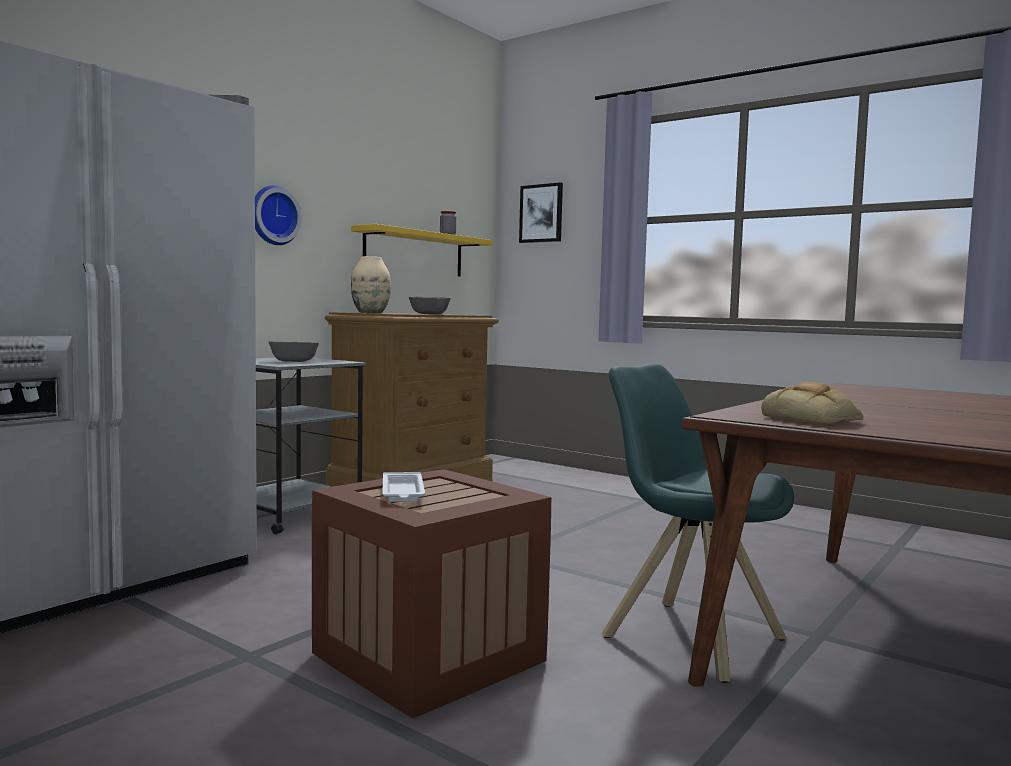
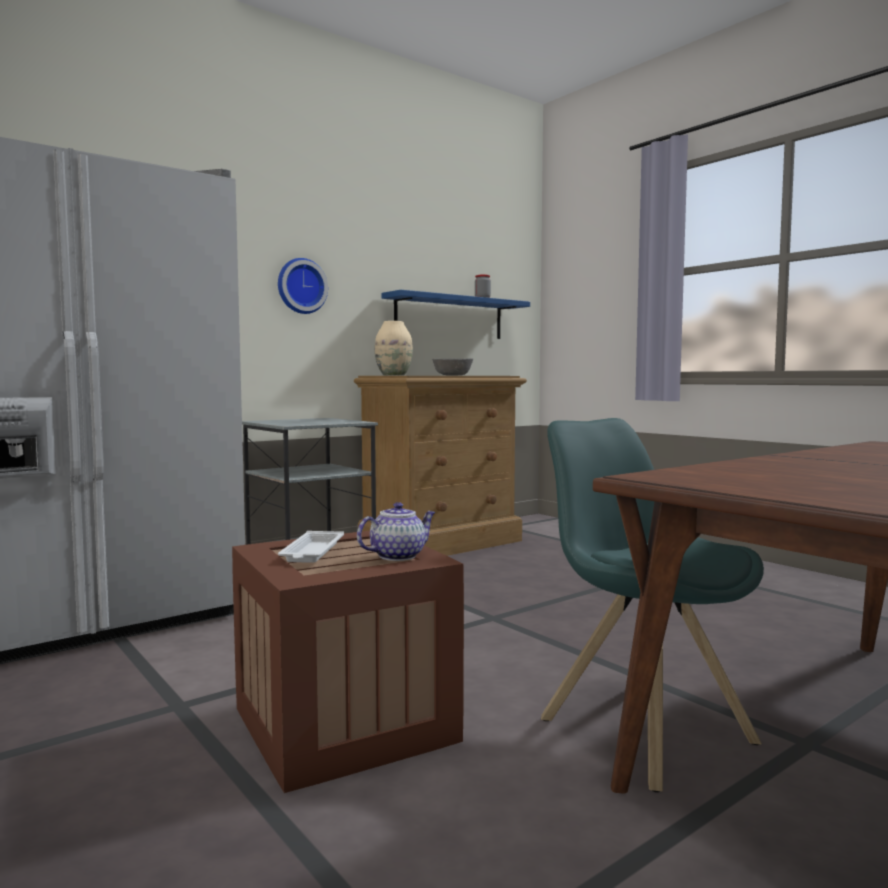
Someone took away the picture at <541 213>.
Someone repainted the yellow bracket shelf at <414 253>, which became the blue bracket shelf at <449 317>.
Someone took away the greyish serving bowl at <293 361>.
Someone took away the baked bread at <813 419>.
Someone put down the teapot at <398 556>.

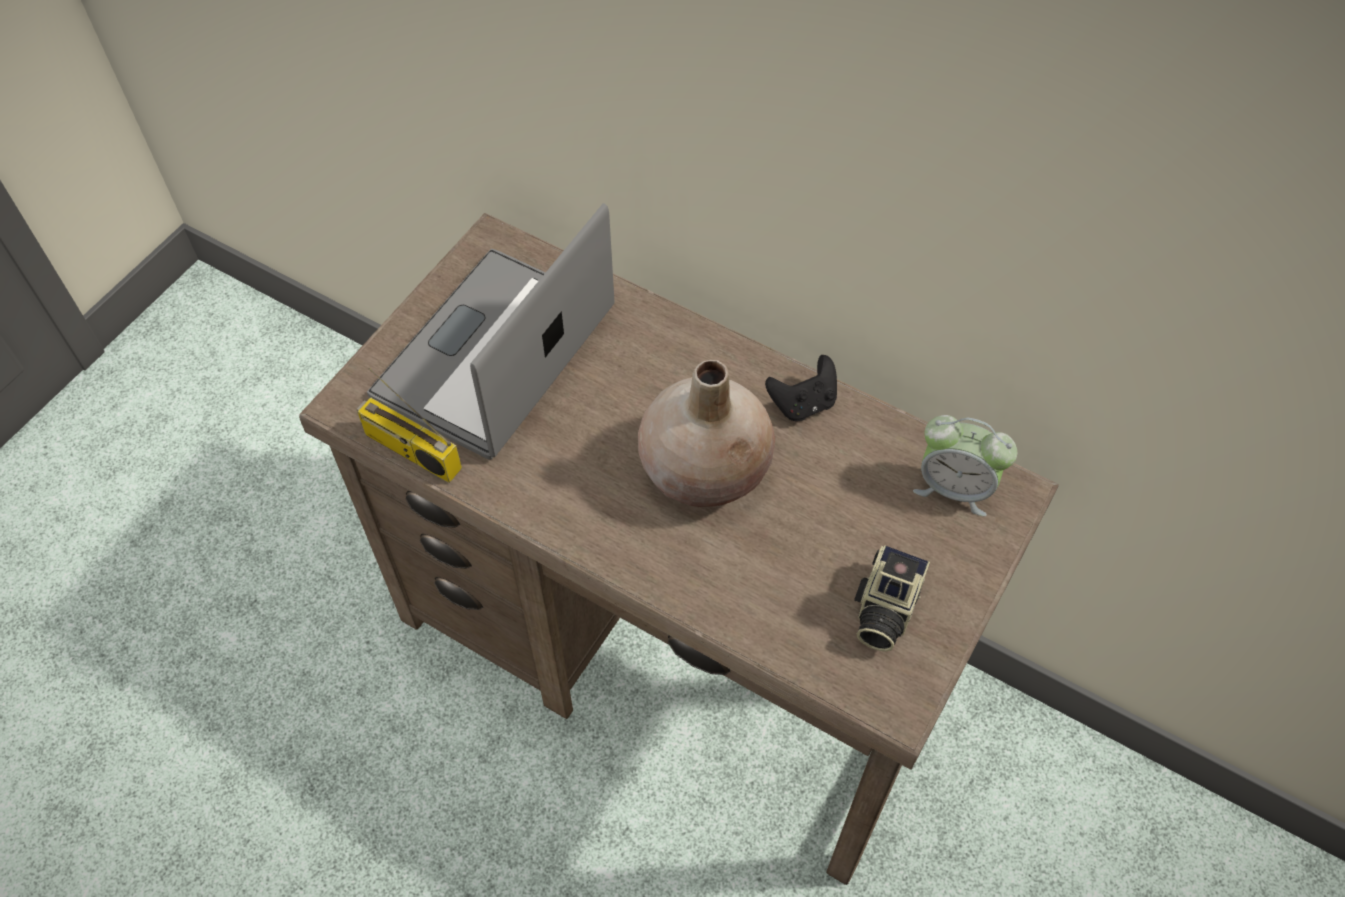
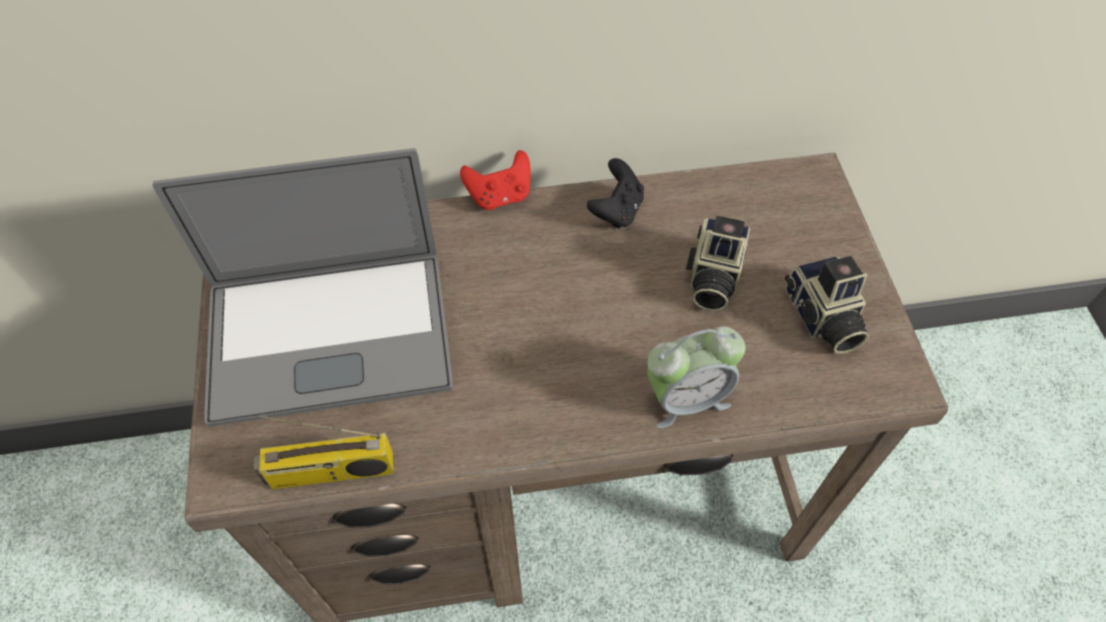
Someone rotated the notebook computer at <495 353> by 90 degrees counterclockwise.
Someone took away the sand-coloured vase at <705 468>.
Someone carried the bedside clock from <954 487> to <686 398>.
Someone put down the red-coloured joypad at <500 196>.
Someone put down the photo camera at <712 277>.

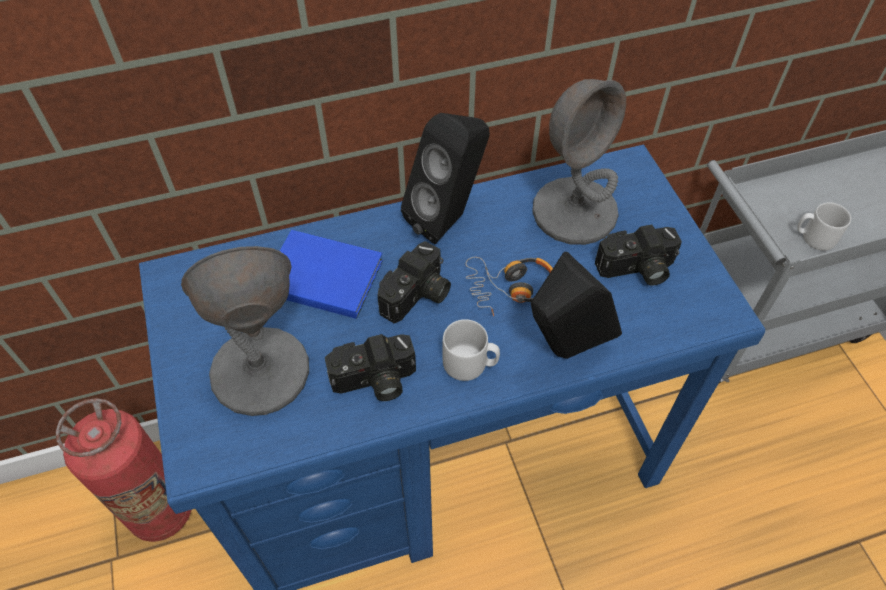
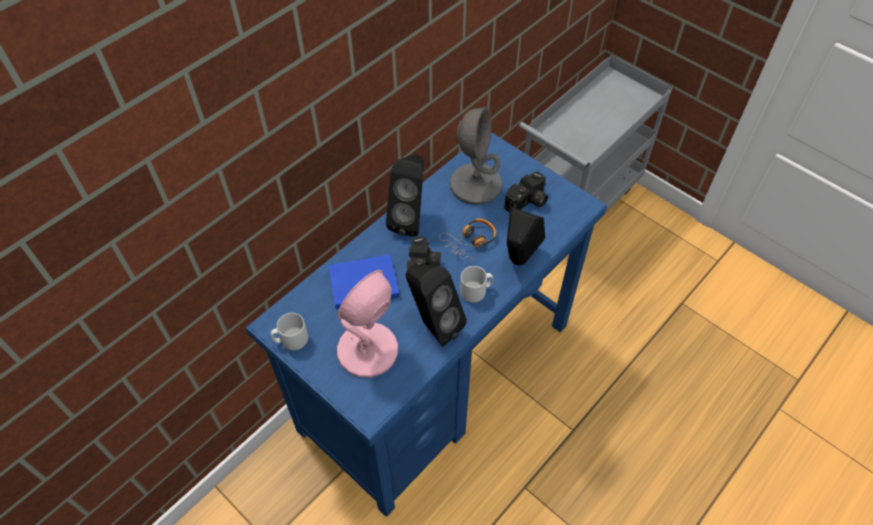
Someone carried the greyish mug from <814 237> to <291 340>.
Someone repainted the greyish lamp for a table at <259 372>, which became the pink lamp for a table at <367 350>.
Someone swapped the photo camera at <374 382> for the black audio speaker at <433 324>.
Someone took away the extinguisher at <161 512>.

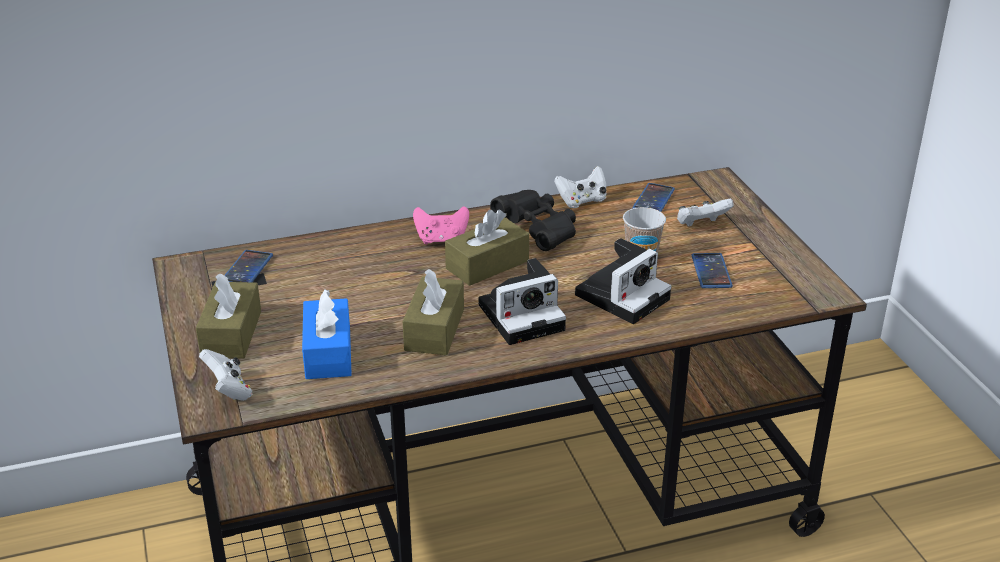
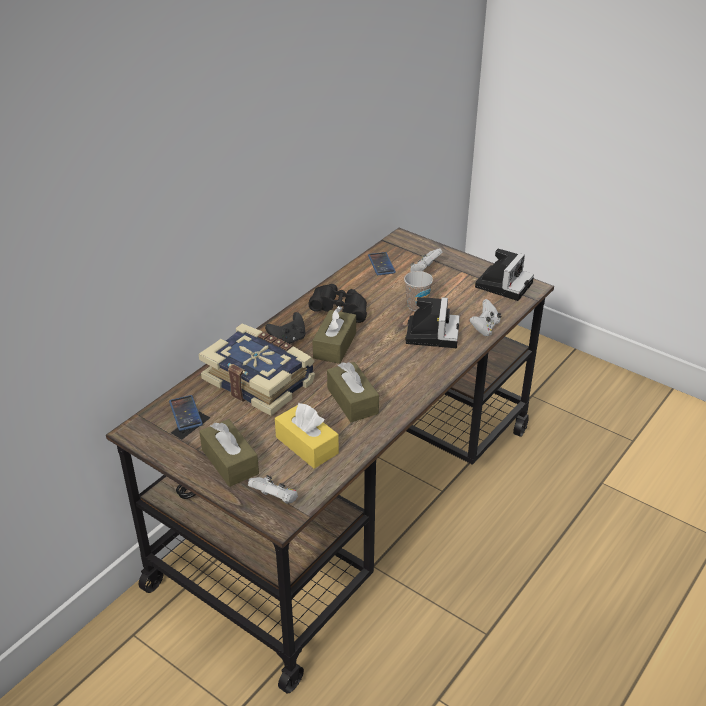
Someone carried the white joypad from <582 201> to <485 328>.
Someone repainted the pink joypad at <441 240>, which became the black joypad at <288 340>.
Someone took away the telephone at <711 271>.
Someone carried the photo camera from <524 316> to <503 284>.
Someone repainted the blue tissue holder at <328 353>, which became the yellow tissue holder at <307 445>.
Someone put down the volume at <260 380>.

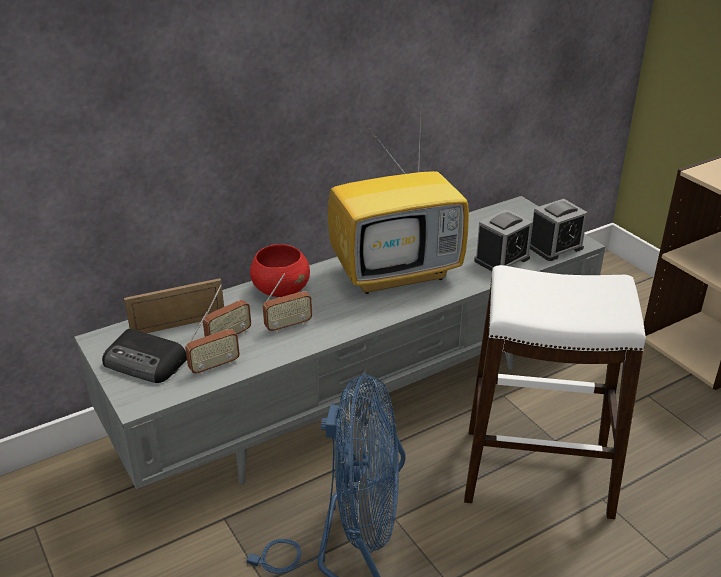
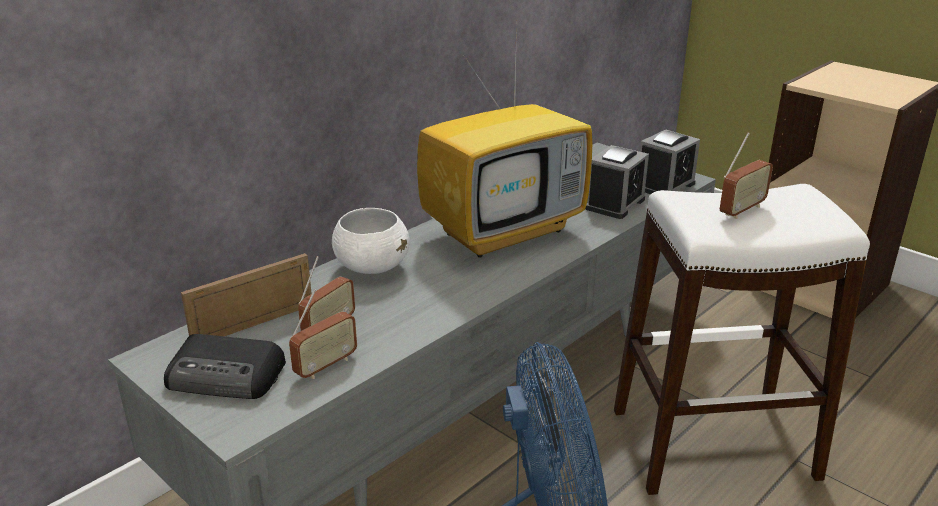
Someone repainted the red-coloured serving bowl at <281 290>, which became the white serving bowl at <372 267>.
Someone carried the radio receiver from <288 325> to <741 210>.

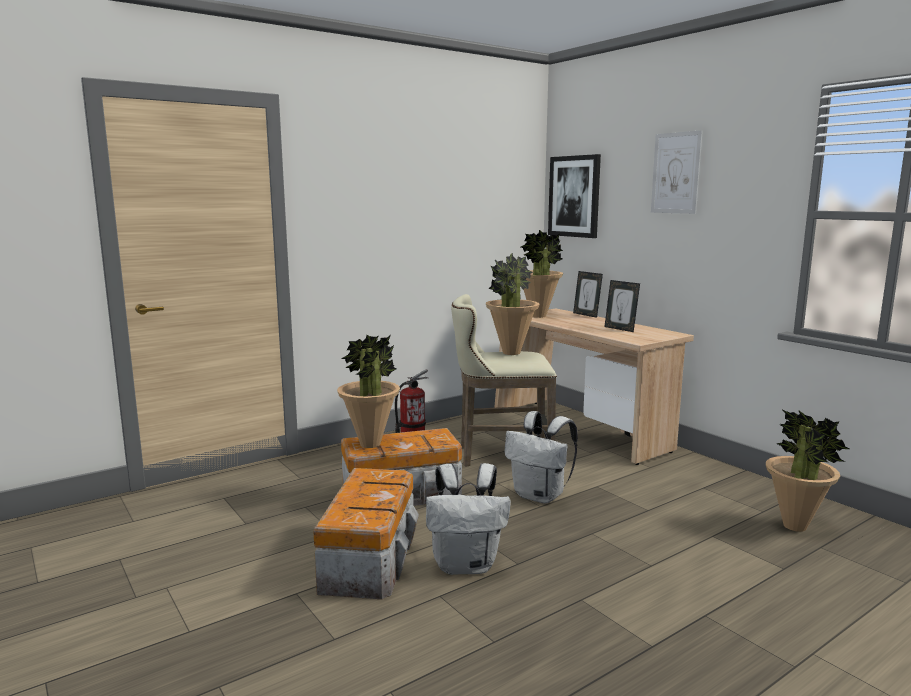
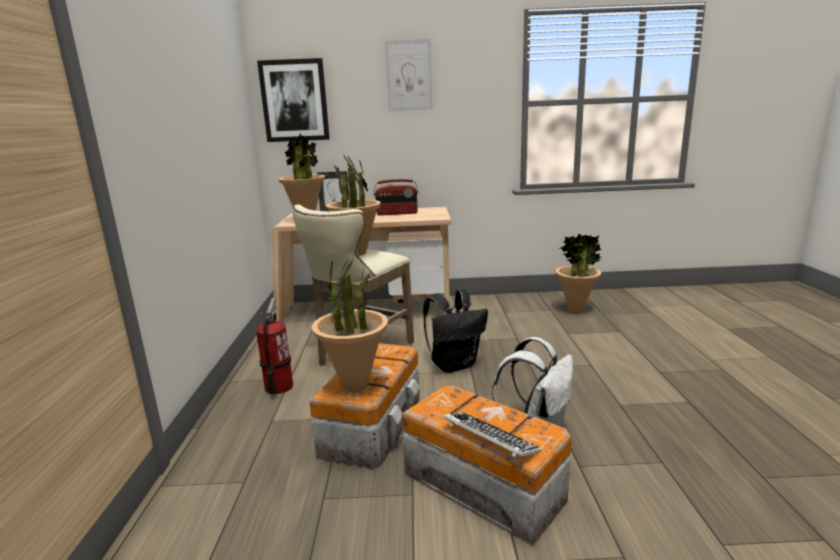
Someone swapped the photo frame at <620 329> for the radio receiver at <397 213>.
Someone repainted the white knapsack at <540 496>, which became the black knapsack at <454 364>.
Someone put down the computer keyboard at <489 439>.

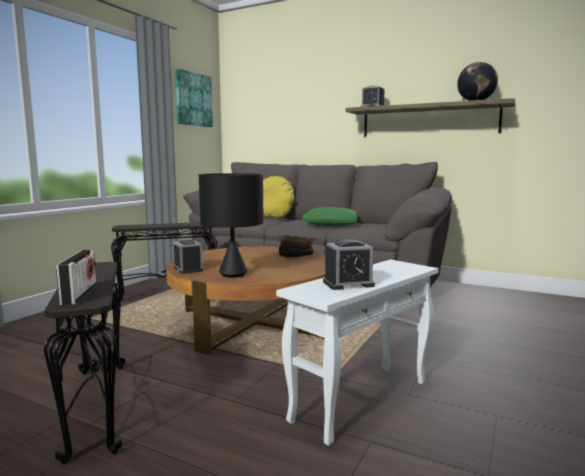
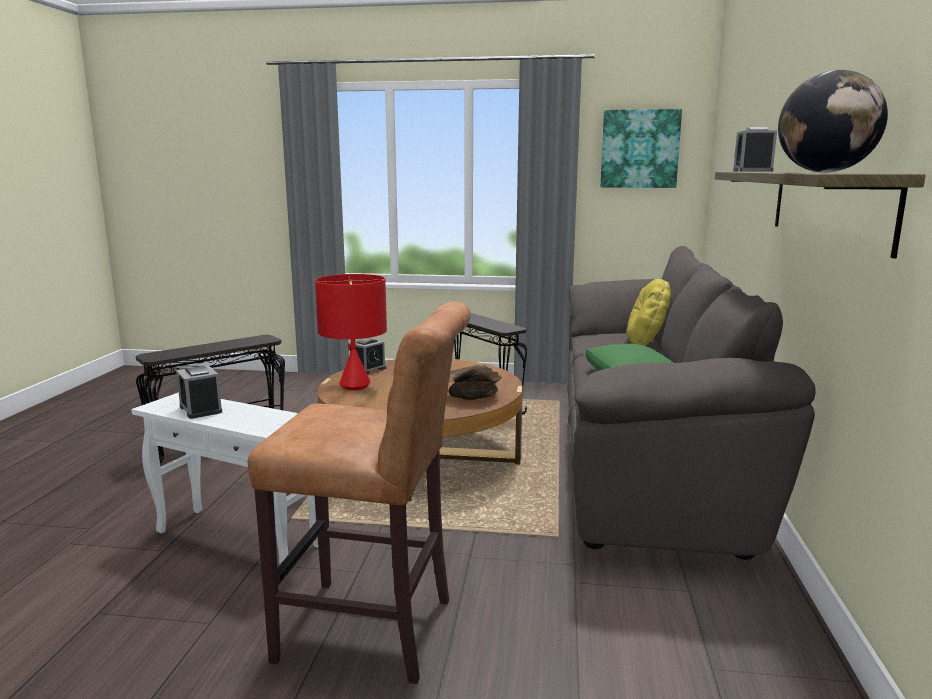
Someone repainted the black lamp for a table at <233 274>, which became the red-coloured lamp for a table at <355 386>.
Someone took away the radio receiver at <79 294>.
Someone put down the brownish stool at <375 632>.

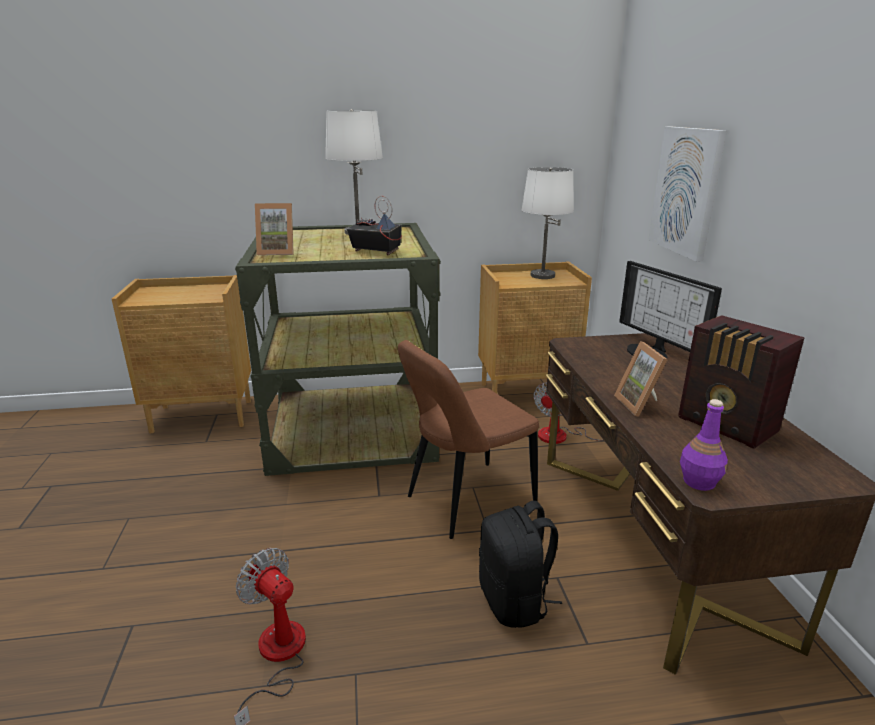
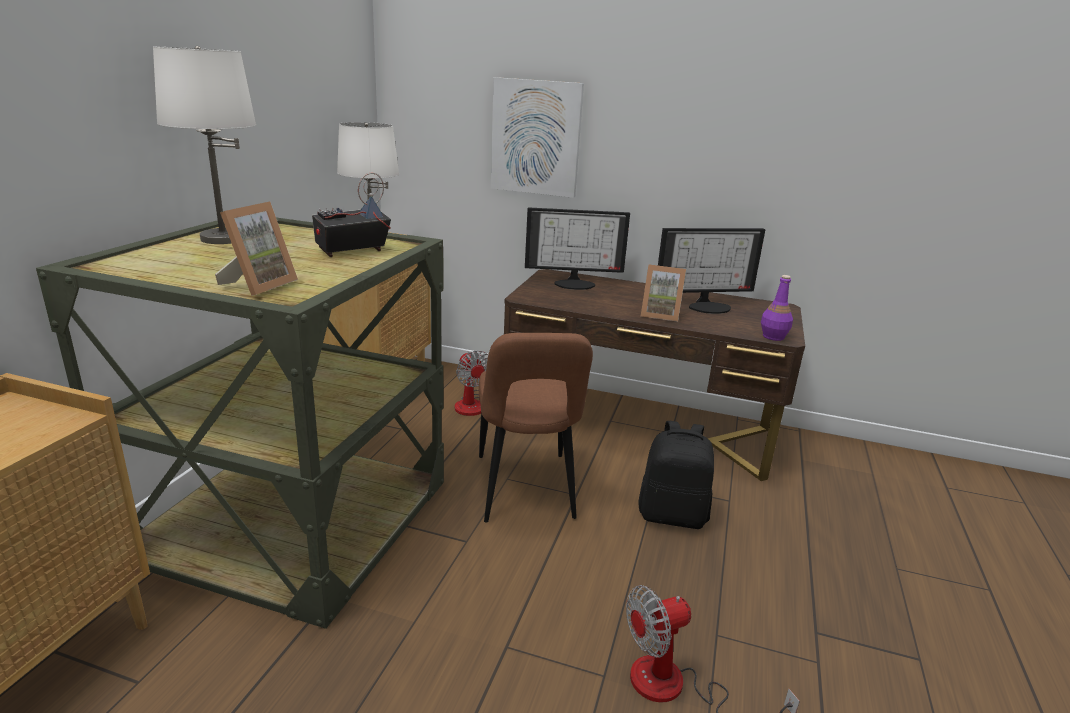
Someone swapped the radio receiver at <728 426> for the computer screen at <708 306>.

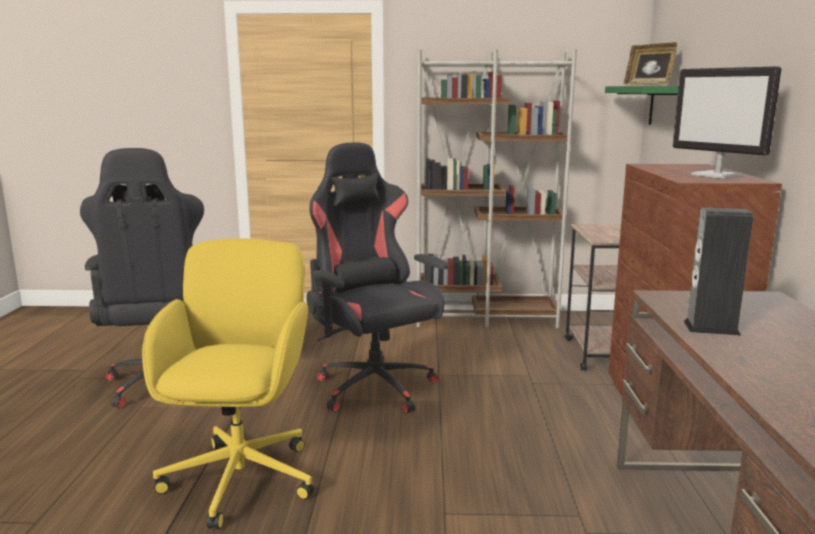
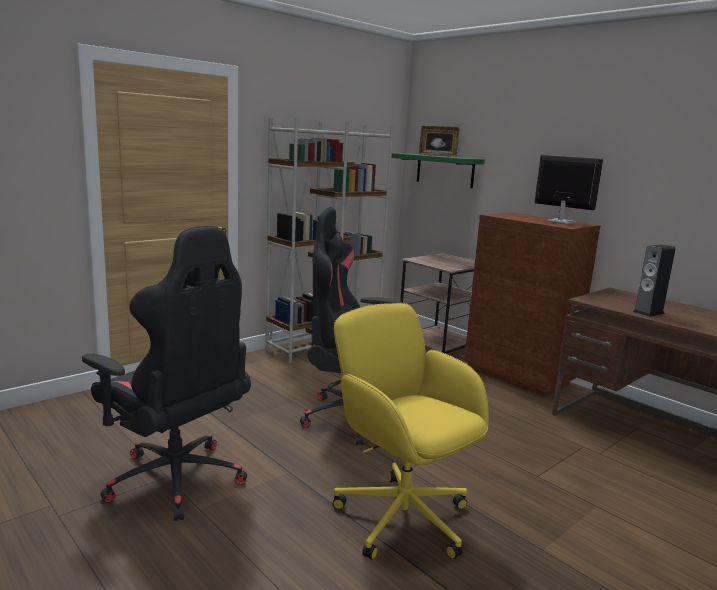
Someone rotated the computer screen at <717 176> by 150 degrees counterclockwise.

